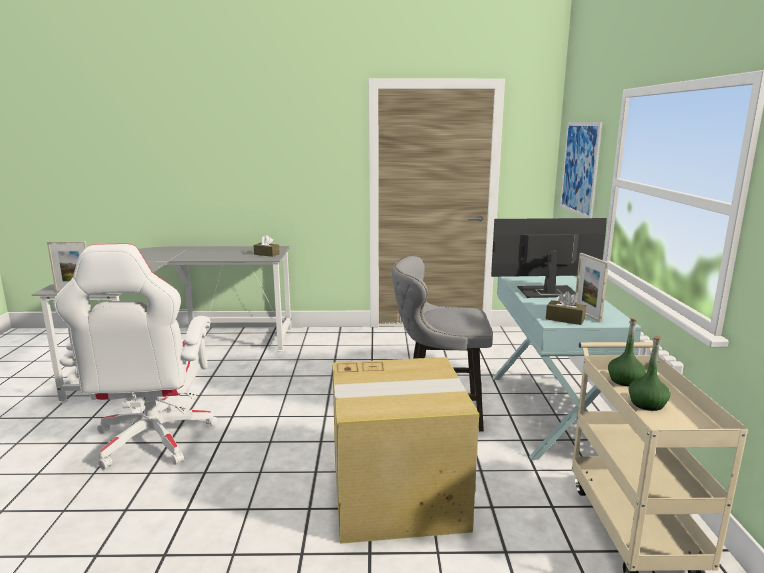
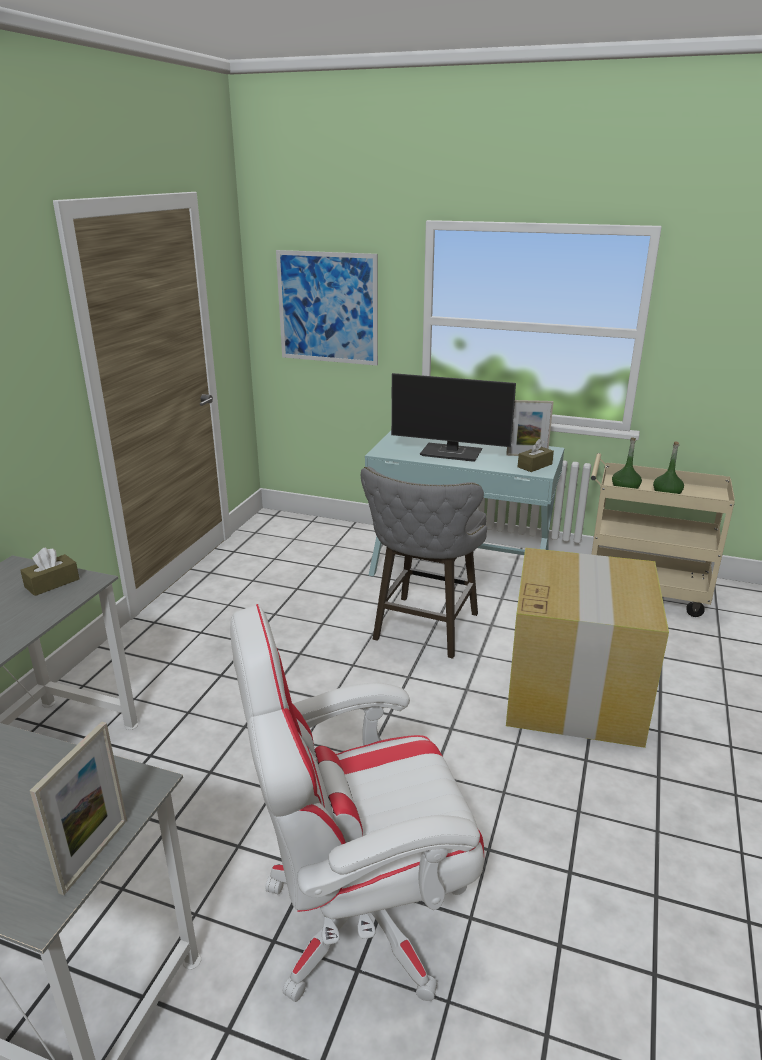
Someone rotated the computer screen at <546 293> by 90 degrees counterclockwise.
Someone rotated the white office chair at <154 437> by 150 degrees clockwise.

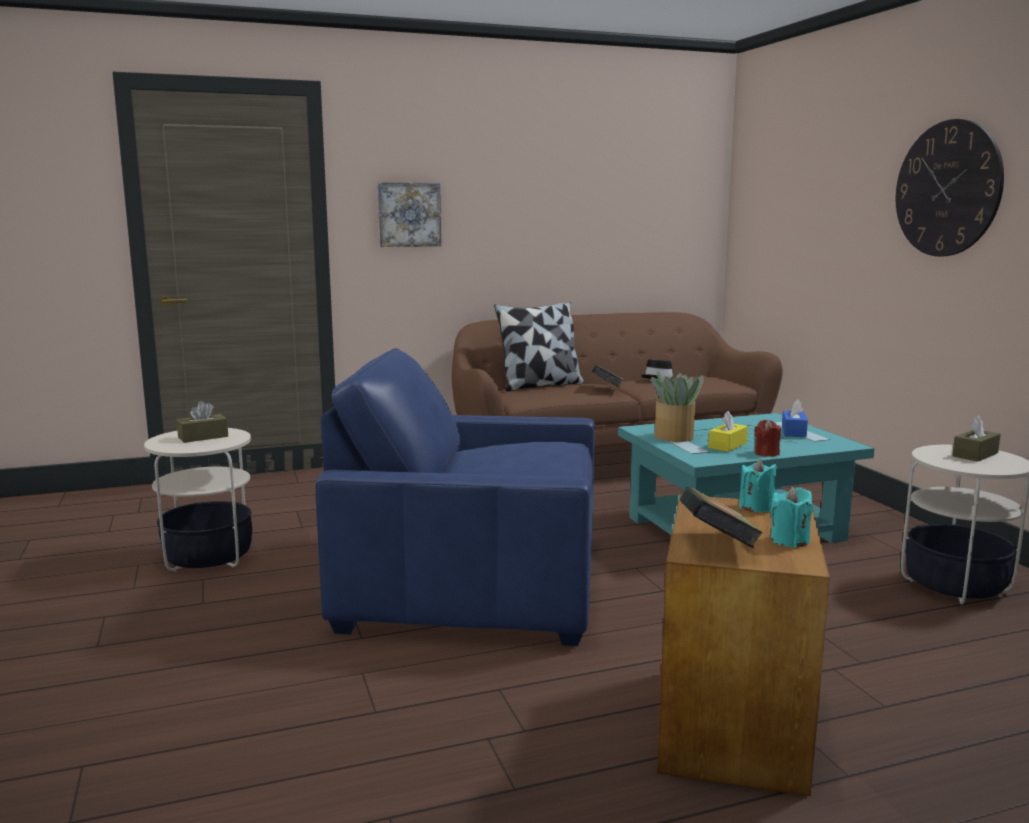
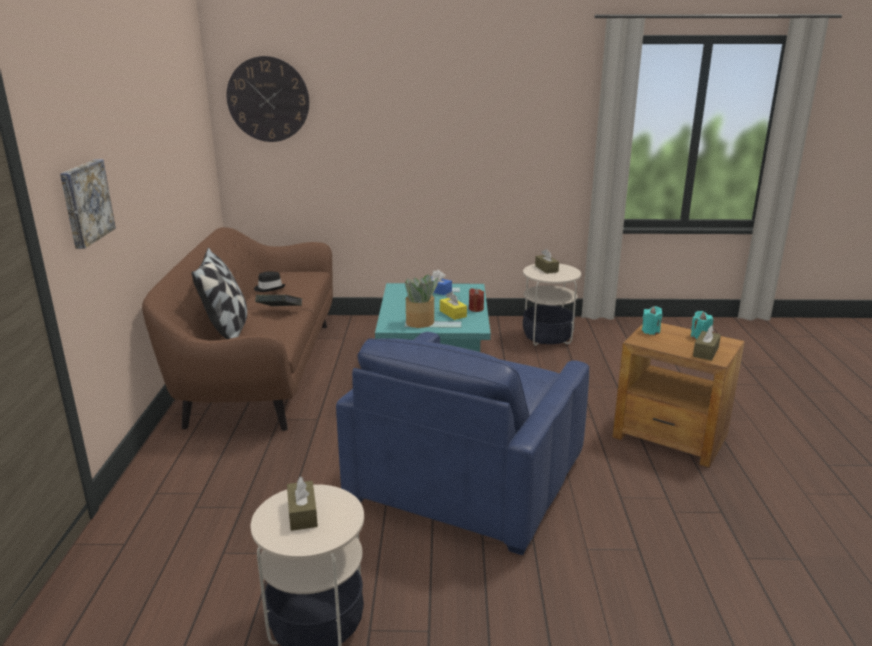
Someone carried the hanging clock from <947 189> to <268 99>.
Someone swapped the volume at <717 545> for the brownish tissue holder at <705 352>.

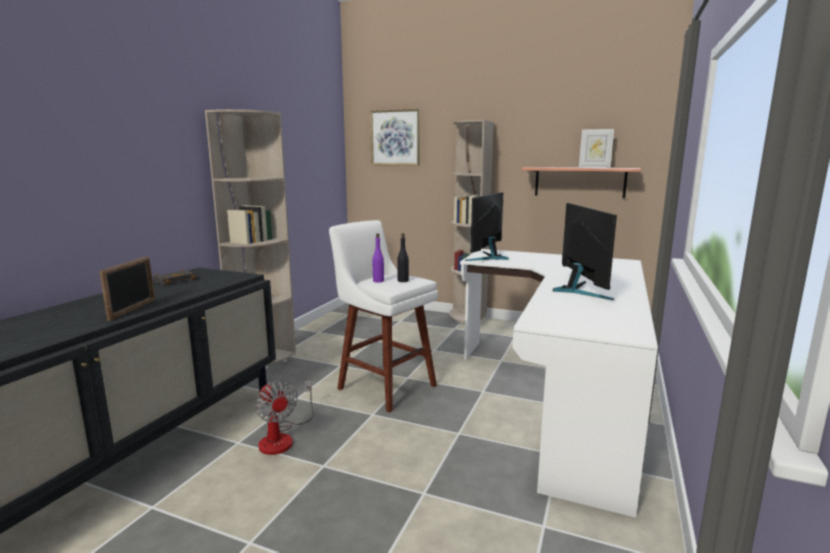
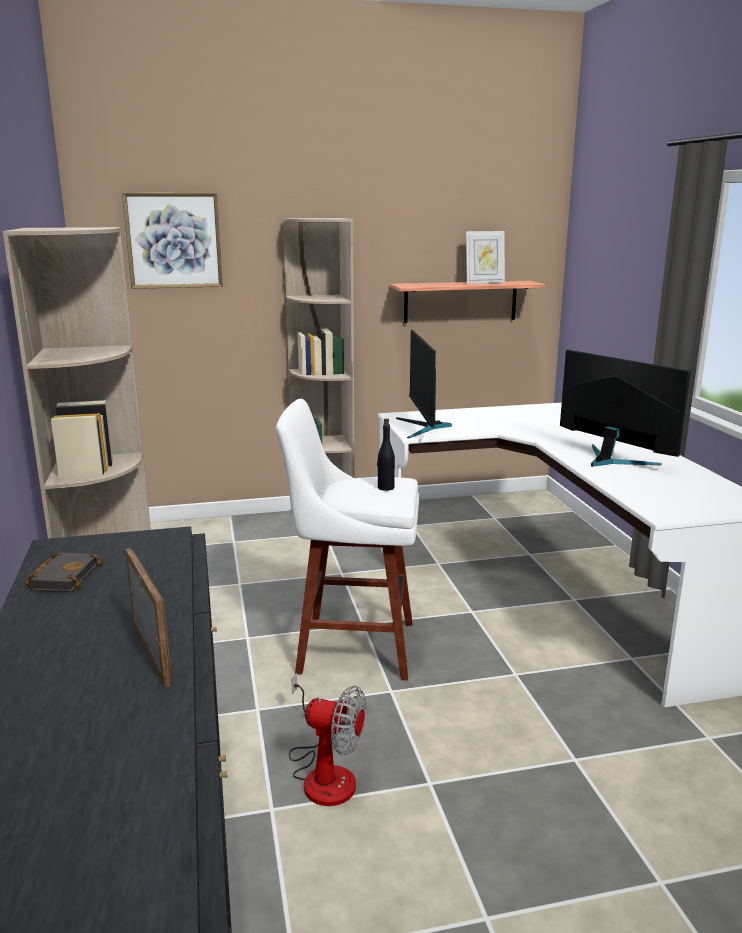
Someone took away the purple bottle at <378 281>.

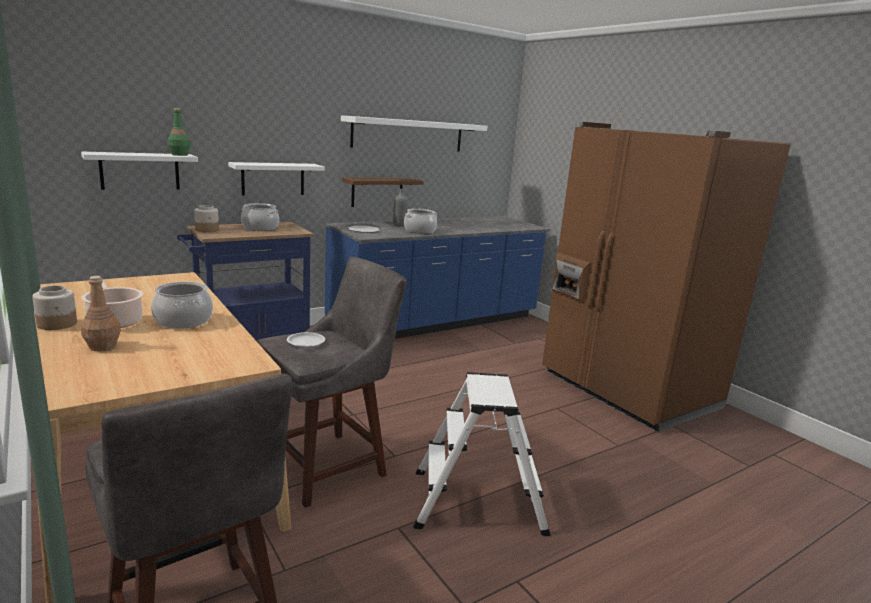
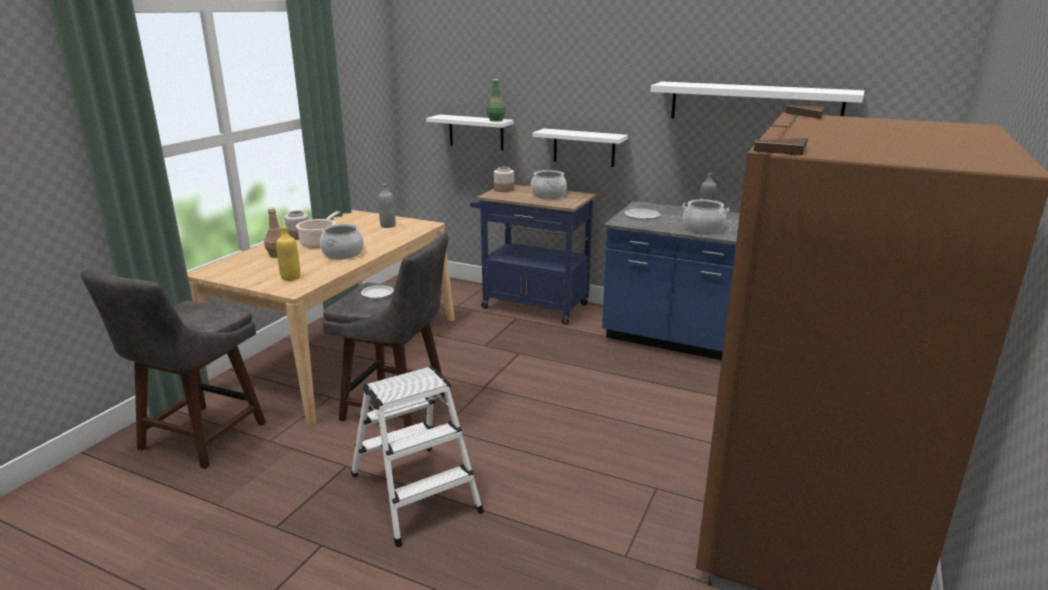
Someone took away the brownish bracket shelf at <377 192>.
Someone put down the greyish bottle at <388 226>.
Someone put down the yellow bottle at <290 277>.

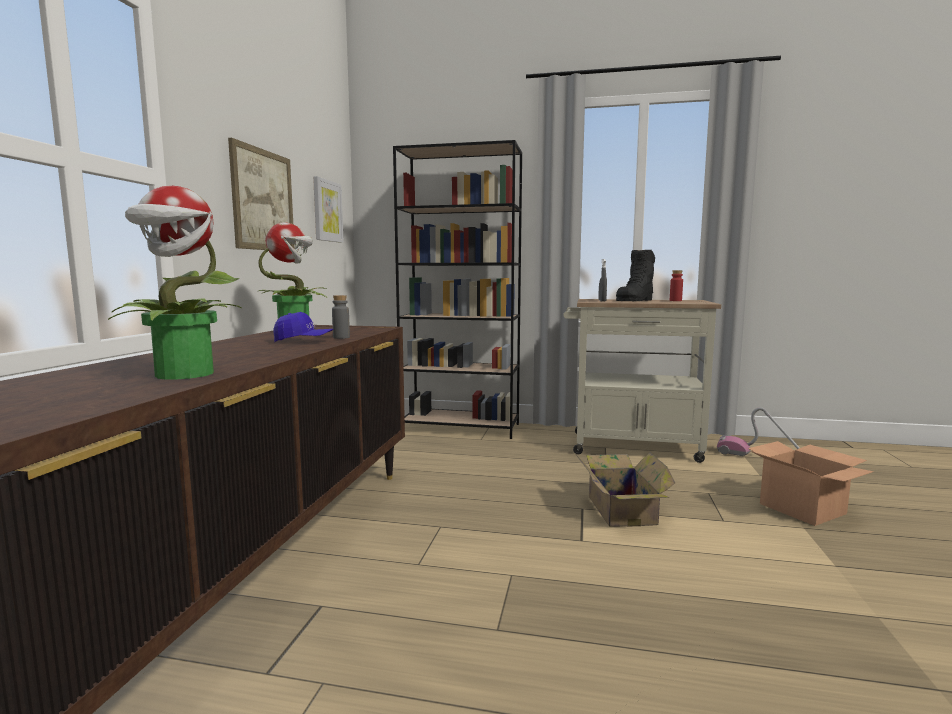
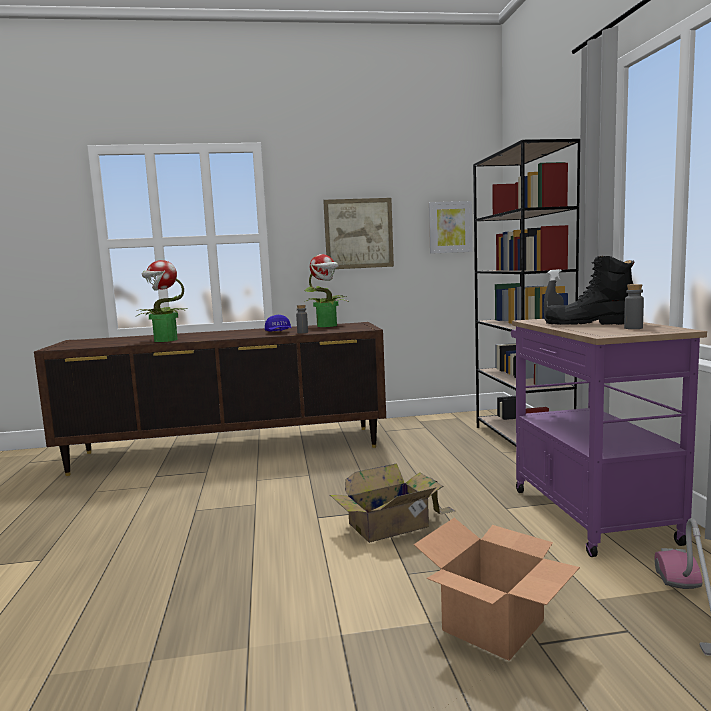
Someone repainted the red-coloured bottle at <675 300>, which became the greyish bottle at <633 328>.
Someone repainted the sand-coloured cart at <630 447>, which became the purple cart at <588 513>.

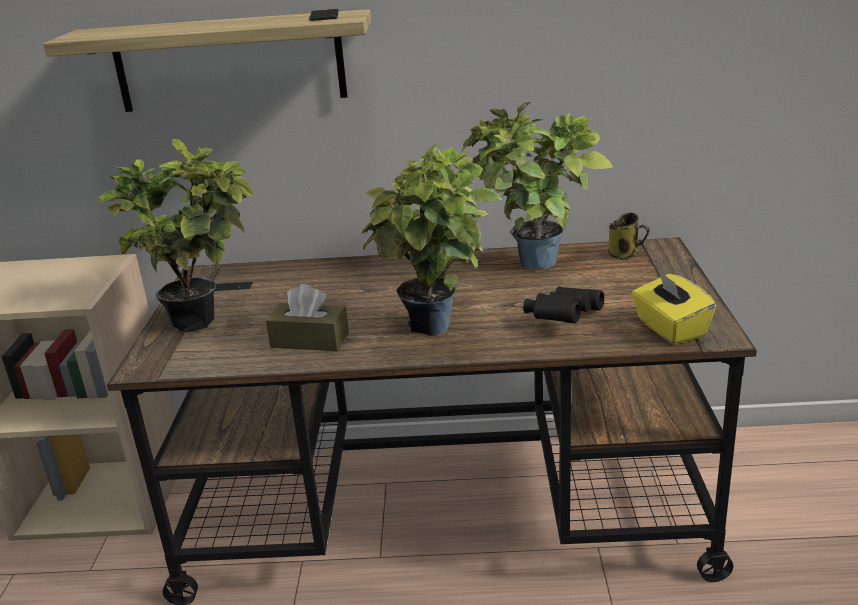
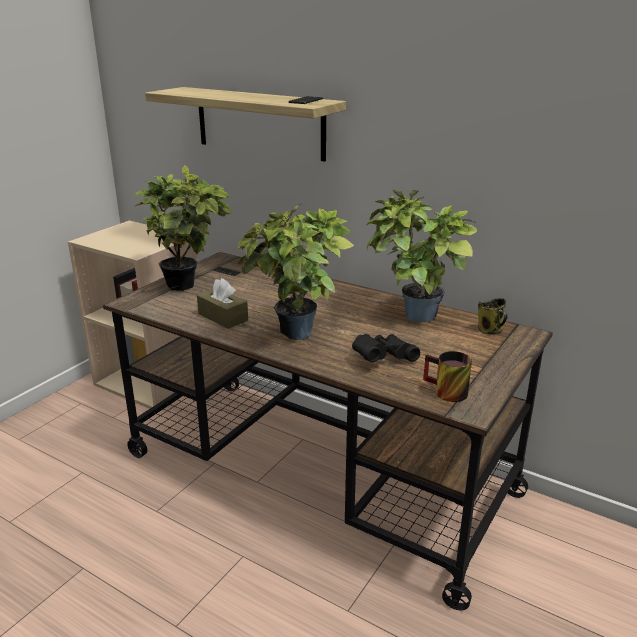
Someone swapped the yellow tissue holder at <669 328> for the mug at <444 392>.

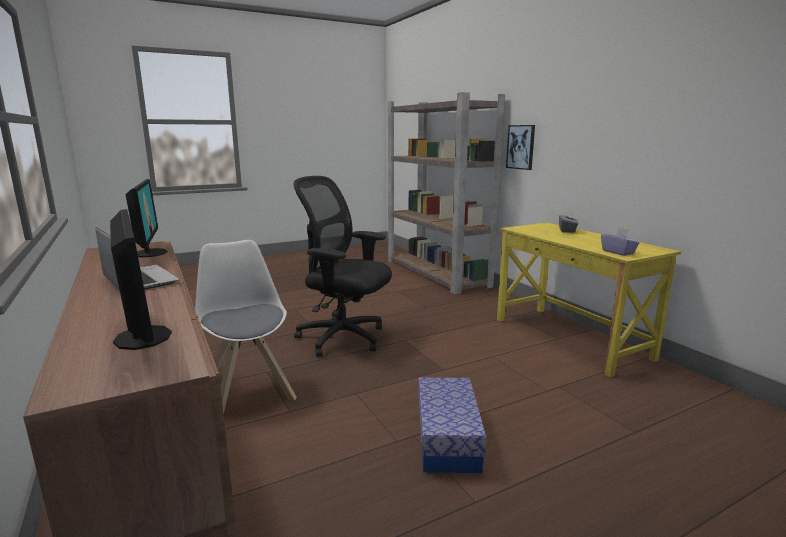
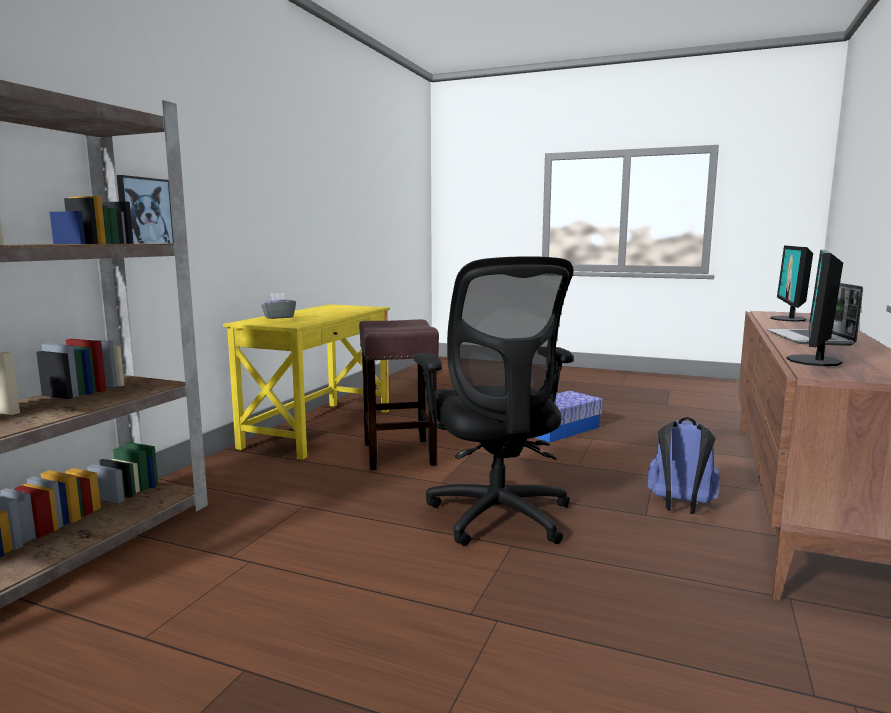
Someone took away the purple tissue holder at <618 252>.
Someone swapped the plain chair at <249 388> for the blue knapsack at <680 506>.
Someone put down the brownish stool at <399 454>.

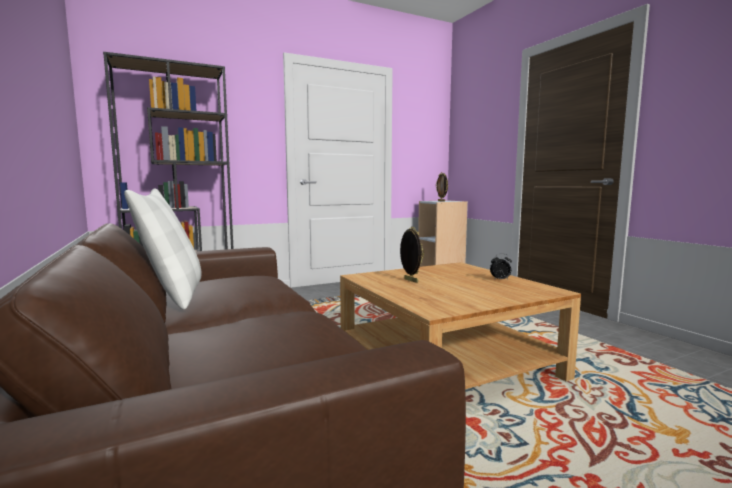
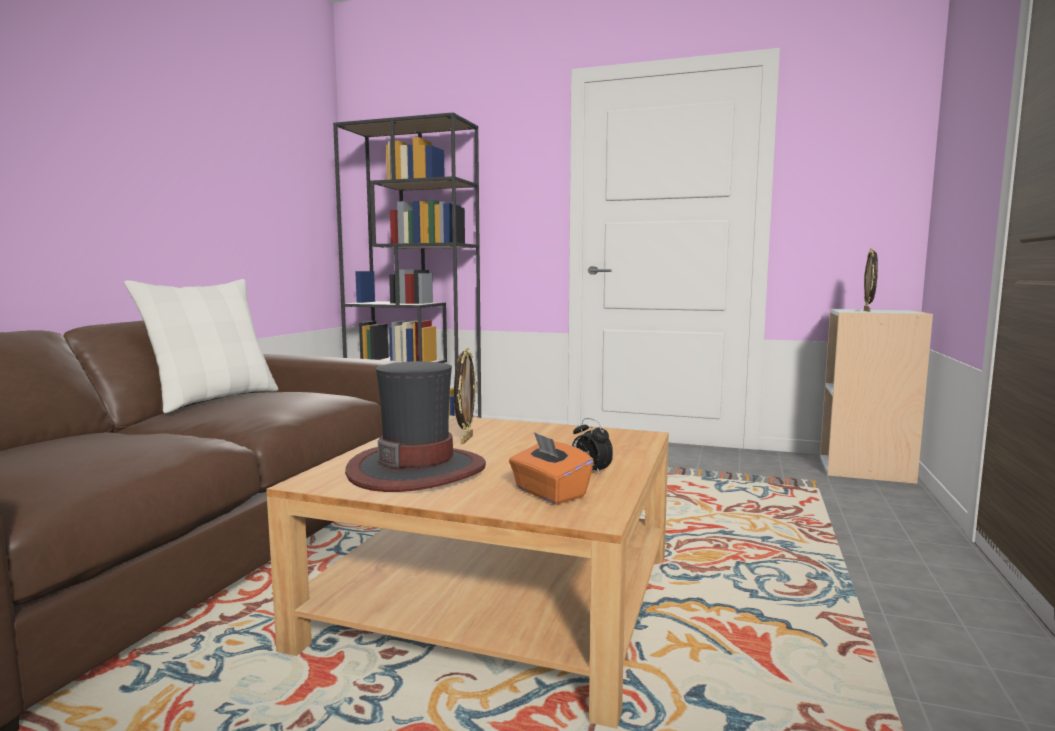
Someone put down the hat at <417 469>.
Someone put down the orangey tissue holder at <549 493>.

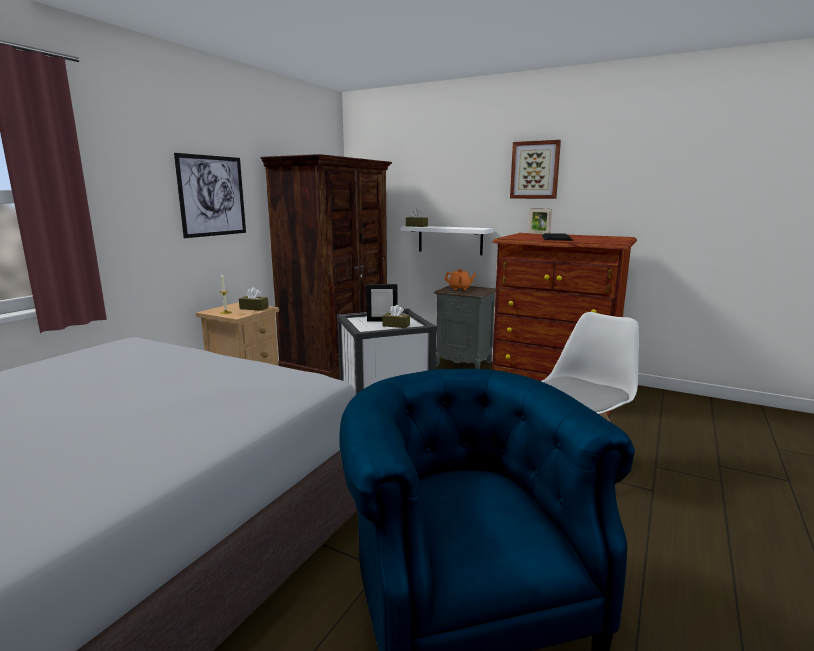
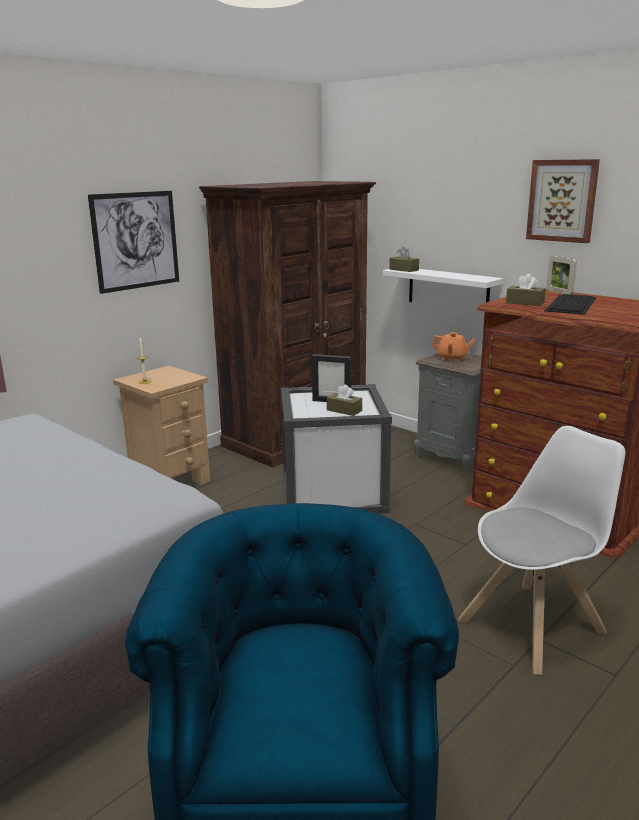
Someone carried the brownish tissue holder from <254 308> to <525 303>.

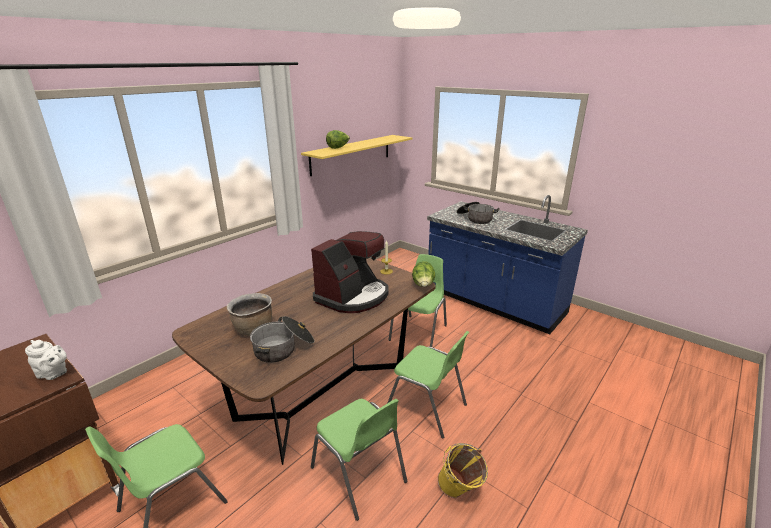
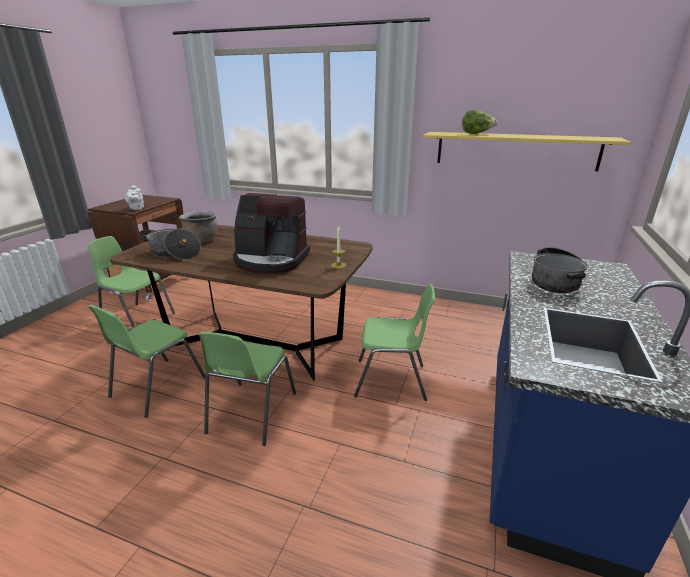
Someone took away the head of lettuce at <423 286>.
Someone took away the yellow water bucket at <460 493>.

